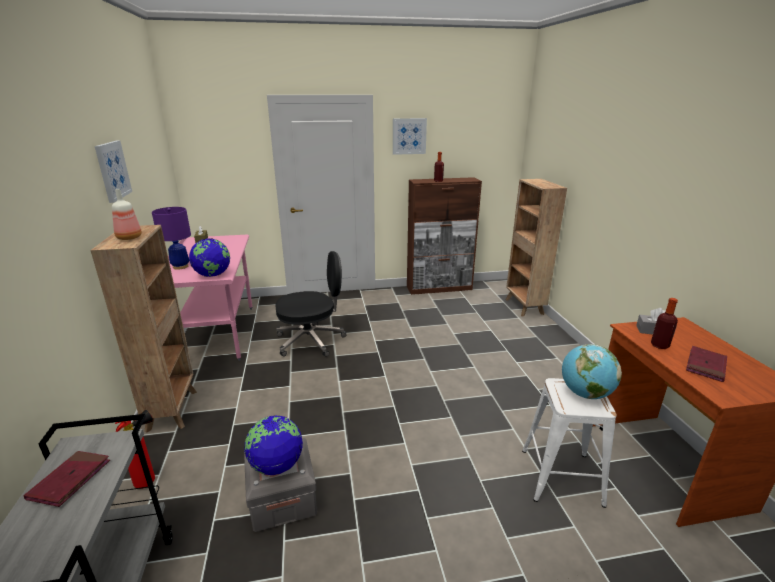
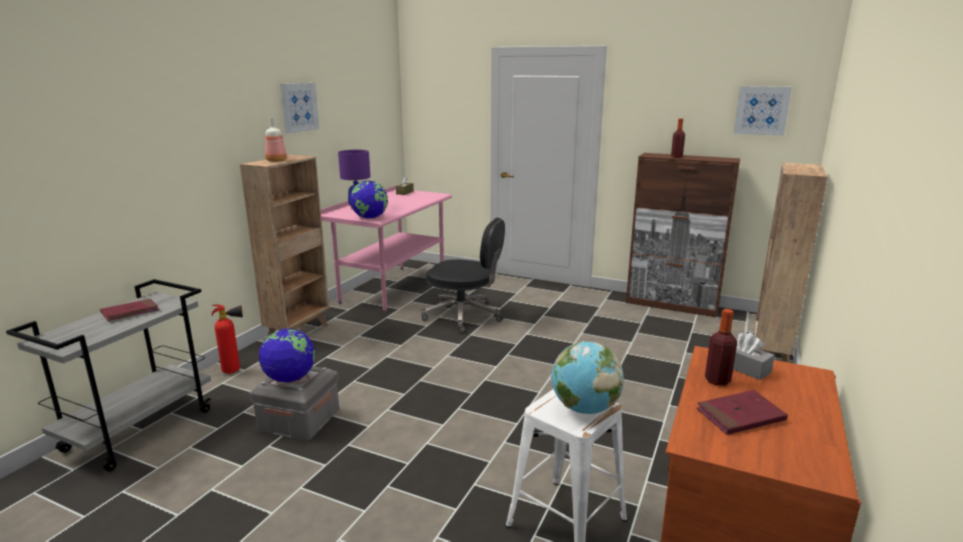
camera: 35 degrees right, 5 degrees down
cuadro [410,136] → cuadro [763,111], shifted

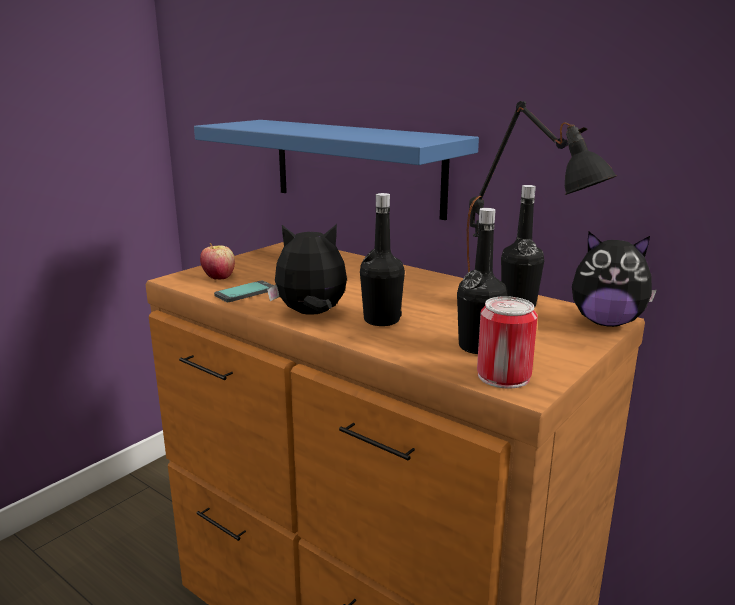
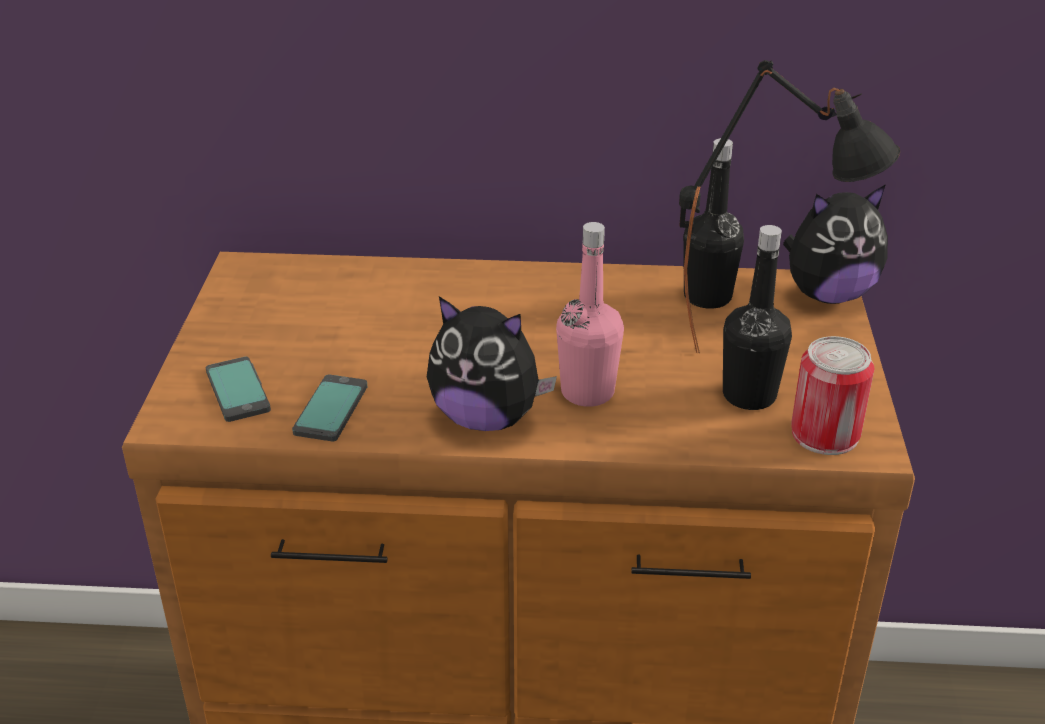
camera: 35 degrees left, 15 degrees up
estante/azul [336,170] → -
botella/negro [382,259] → botella/rosa [590,314]
peluche [307,269] → peluche [492,363], 120 degrees counterclockwise
manzana [217,261] → móvil [238,389]

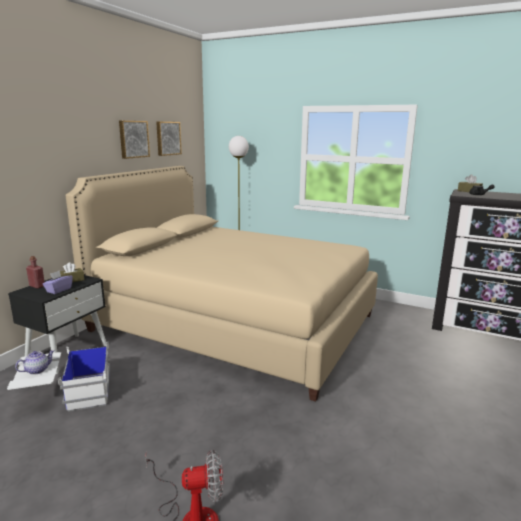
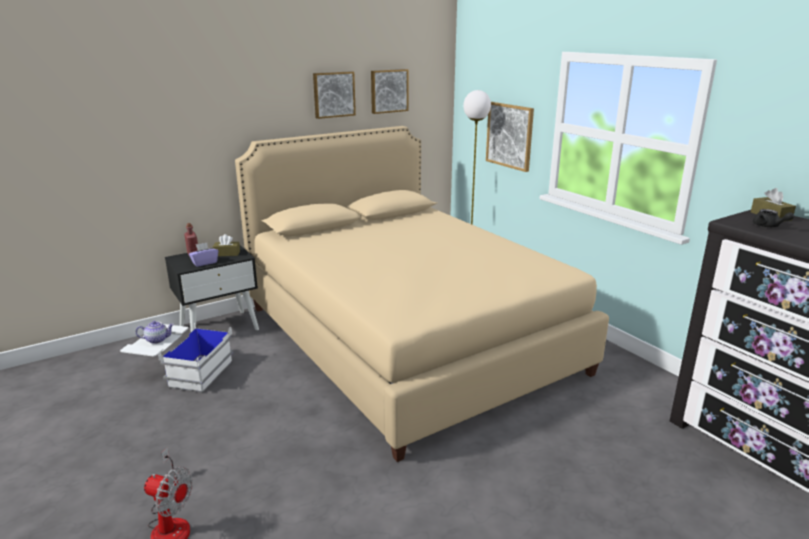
camera: 30 degrees right, 5 degrees up
- → cuadro [510,137]

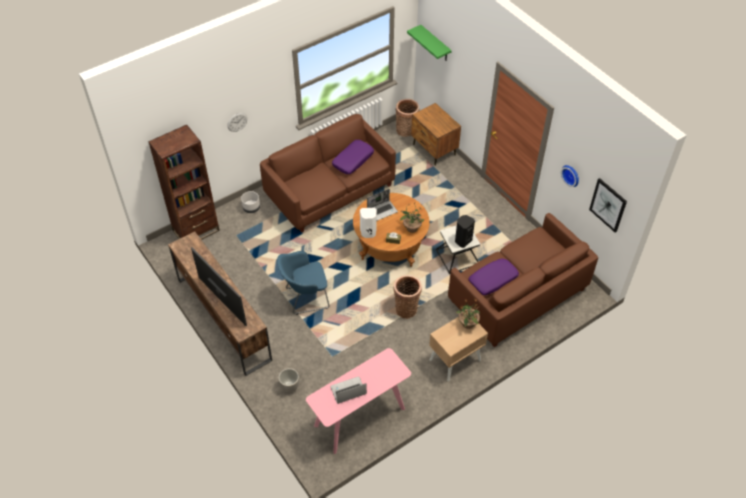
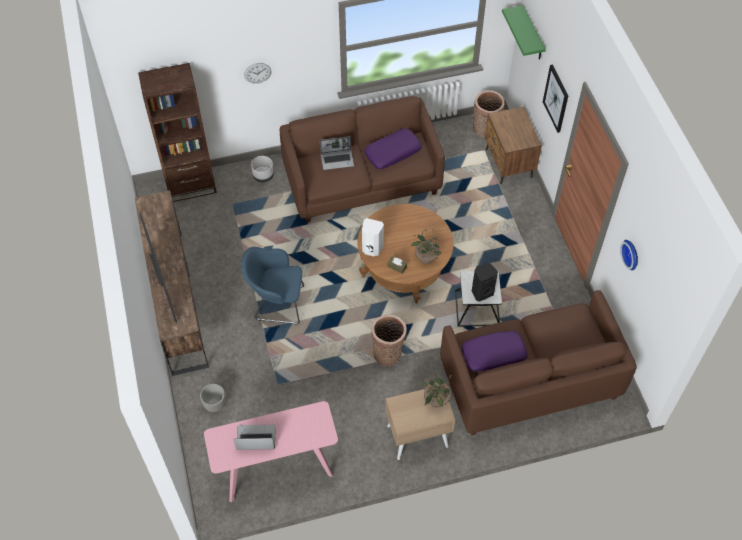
camera: 20 degrees right, 5 degrees up
cuadro [608,205] → cuadro [555,99], shifted
portátil [382,205] → portátil [337,153], shifted

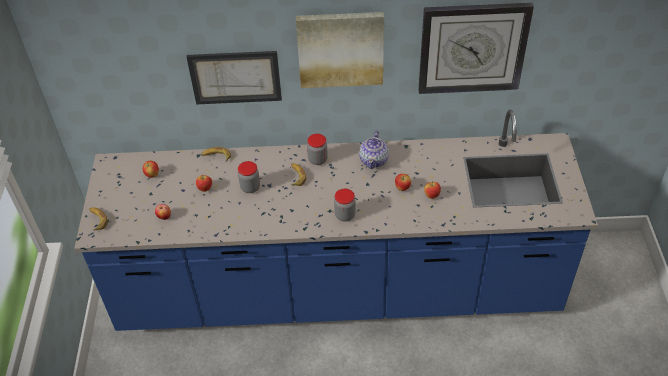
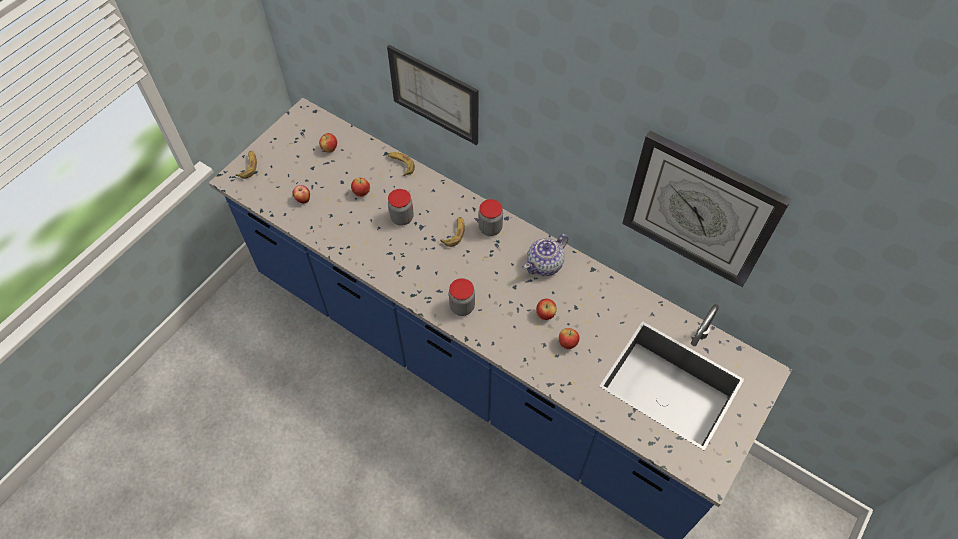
camera: 35 degrees right, 10 degrees up
cuadro [340,50] → -

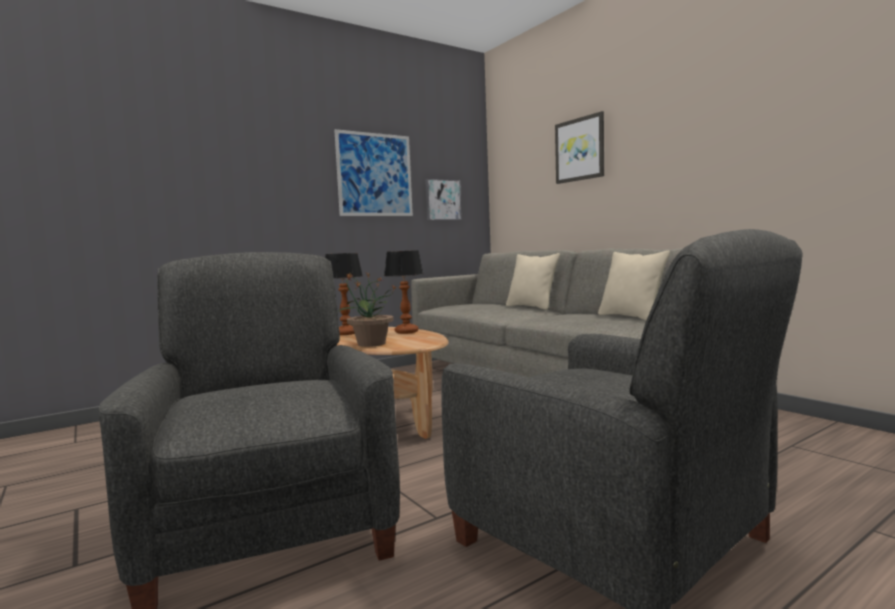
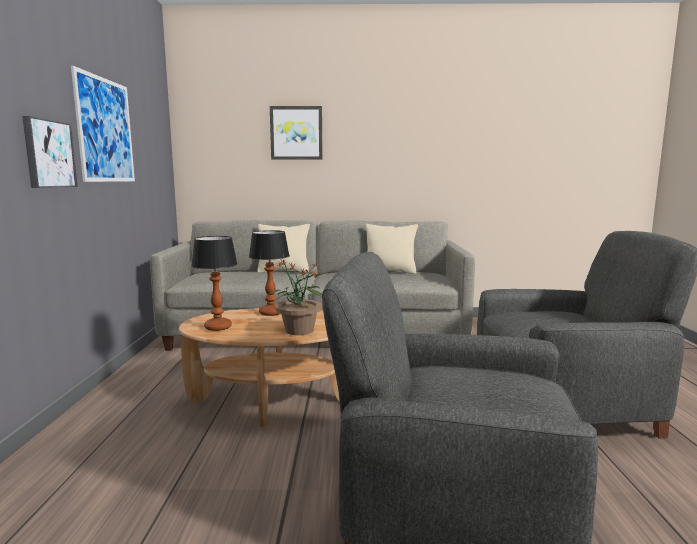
camera: 55 degrees left, 5 degrees up
cuadro [443,199] → cuadro [50,152], shifted

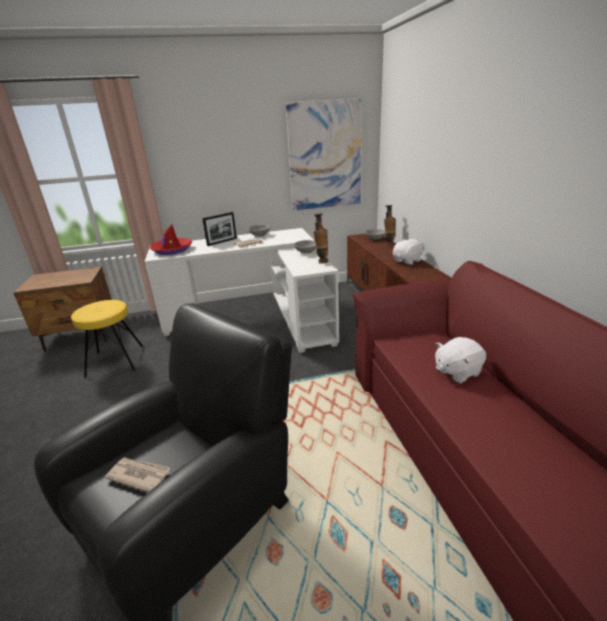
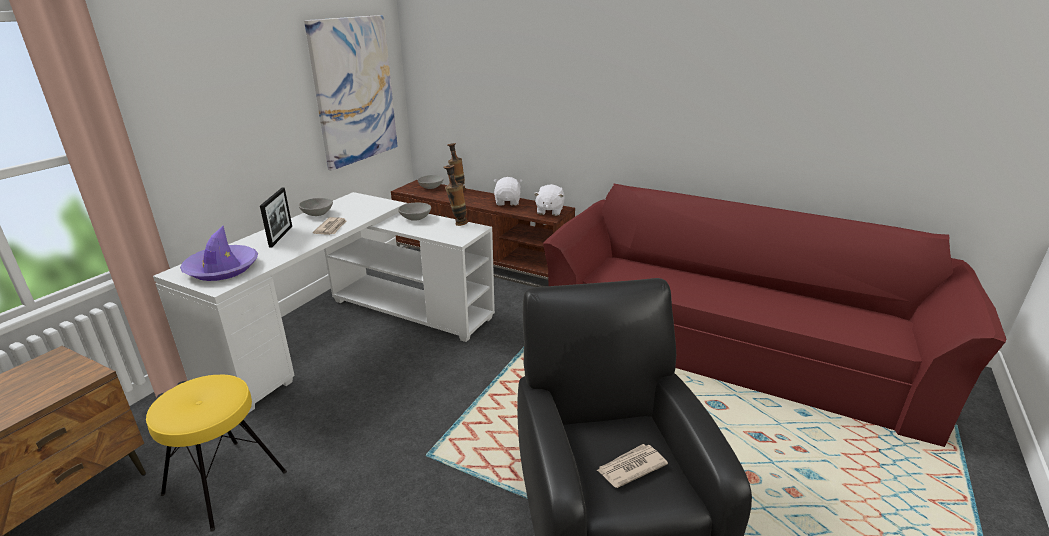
camera: 50 degrees left, 0 degrees up
sombrero/rojo [170,239] → sombrero/morado [219,253]
peluche/blanco [461,360] → peluche/blanco [549,200], shifted

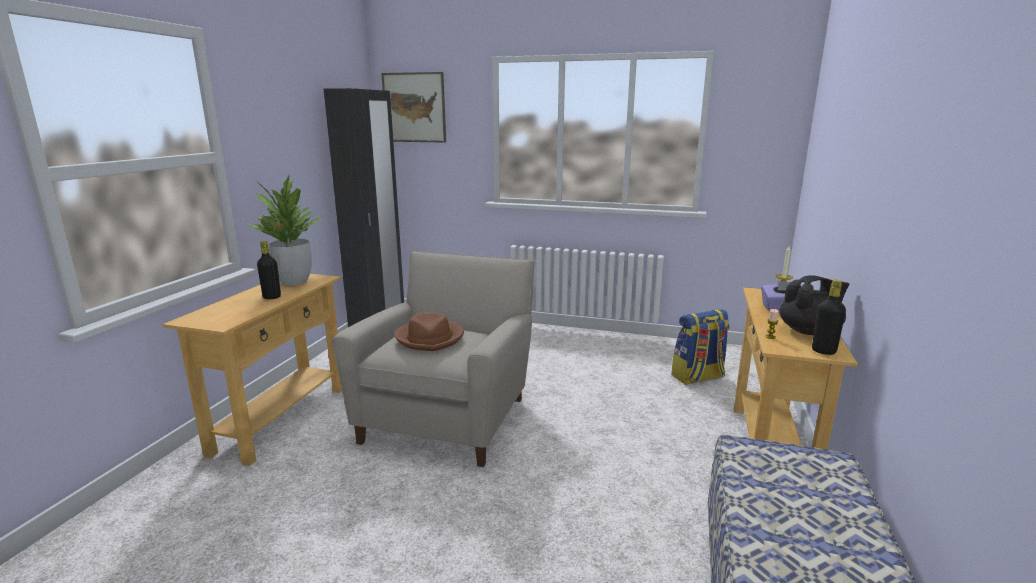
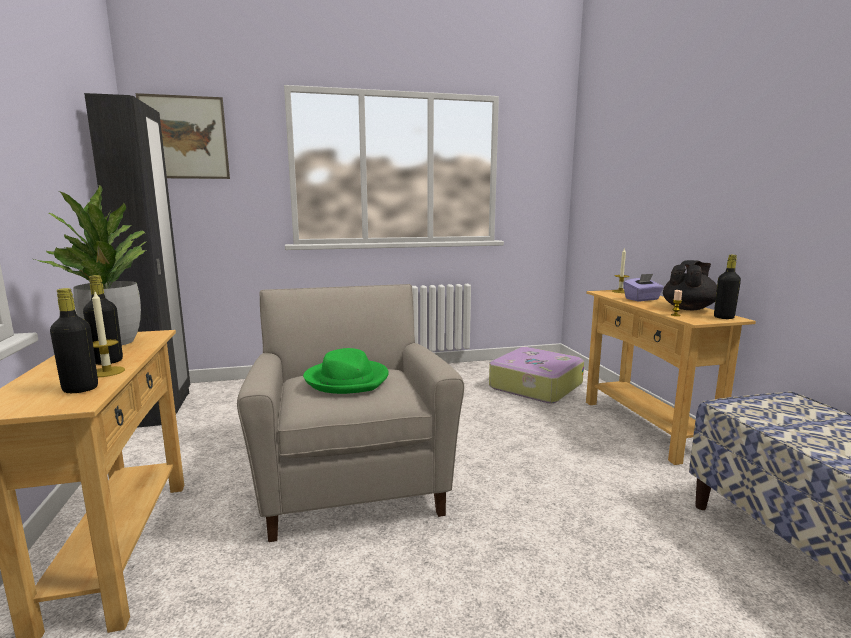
camera: 30 degrees left, 5 degrees down
mochila [701,347] → maleta [536,375]
sombrero/marrón [429,331] → sombrero/verde [346,371]
- → botella/negro [74,340]
- → vela [108,334]

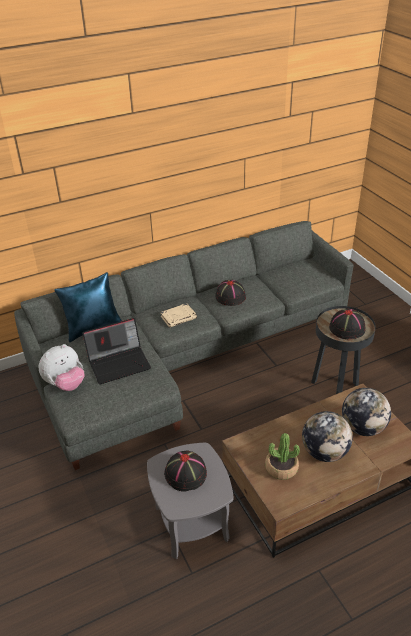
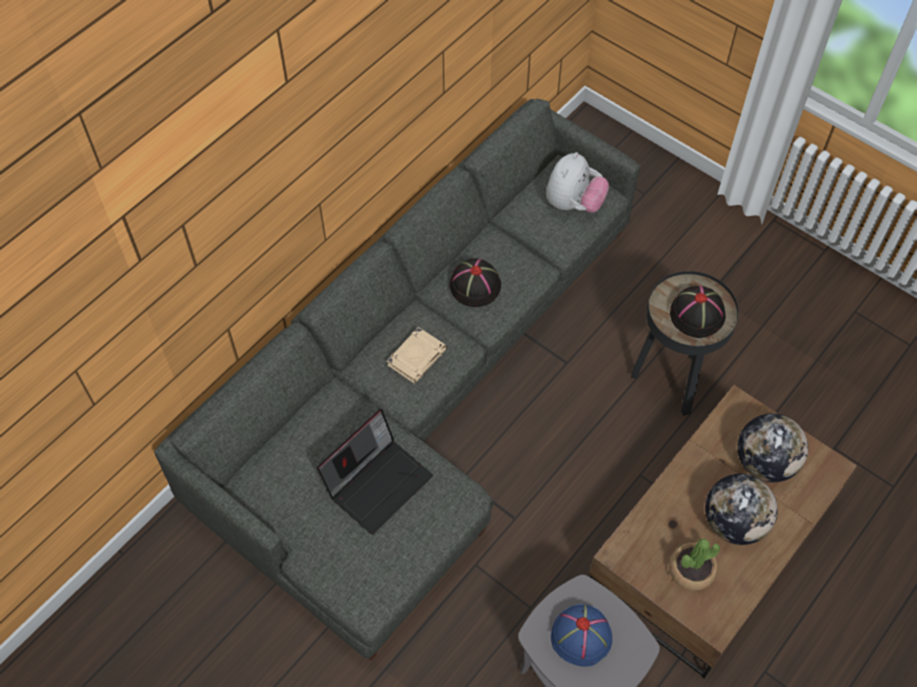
camera: 25 degrees left, 20 degrees up
cojín/azul [88,307] → -
peluche [61,367] → peluche [577,182], shifted
sombrero/negro [185,471] → sombrero/azul [581,635]

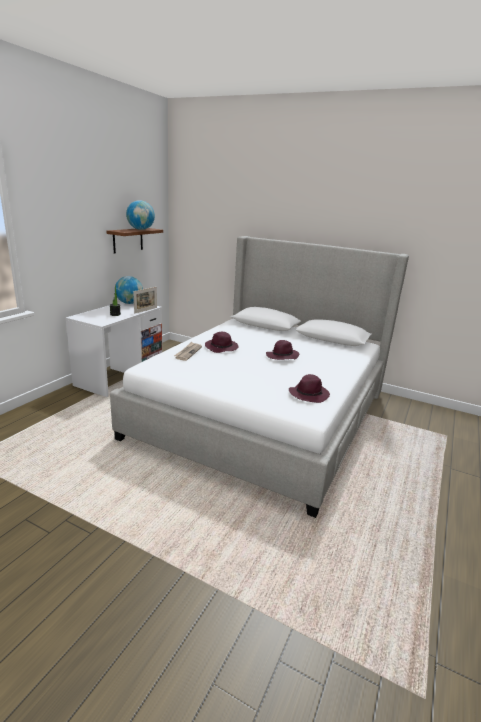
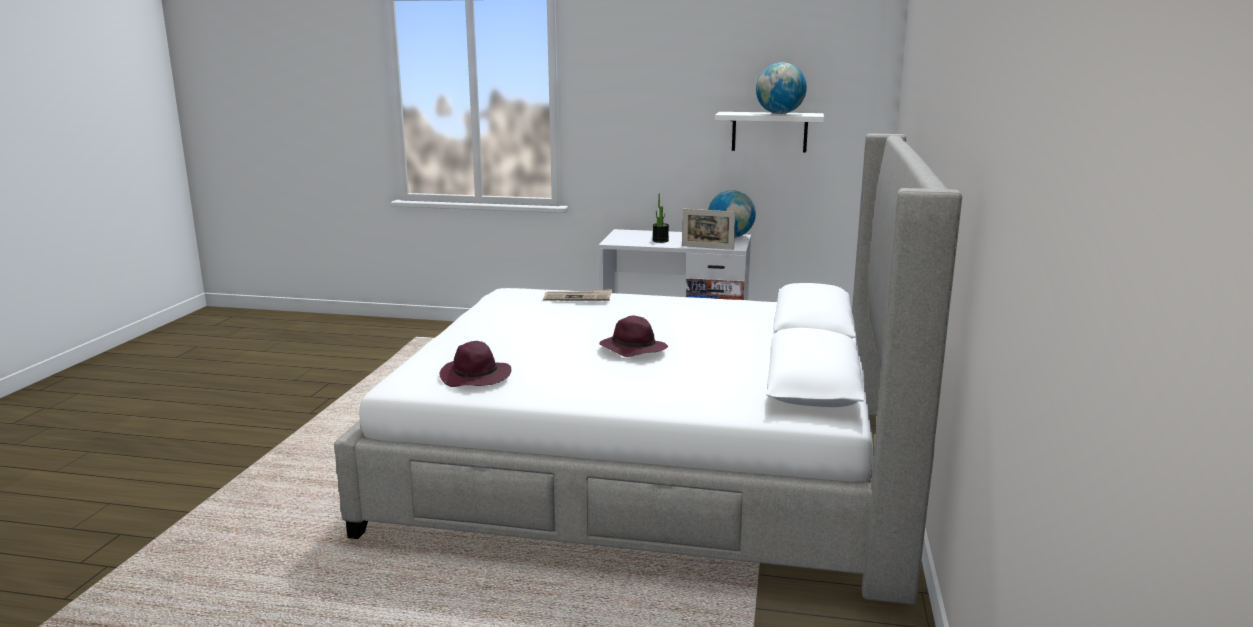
camera: 75 degrees right, 5 degrees down
estante/marrón [134,241] → estante/blanco [769,132]
sombrero/morado [222,342] → -

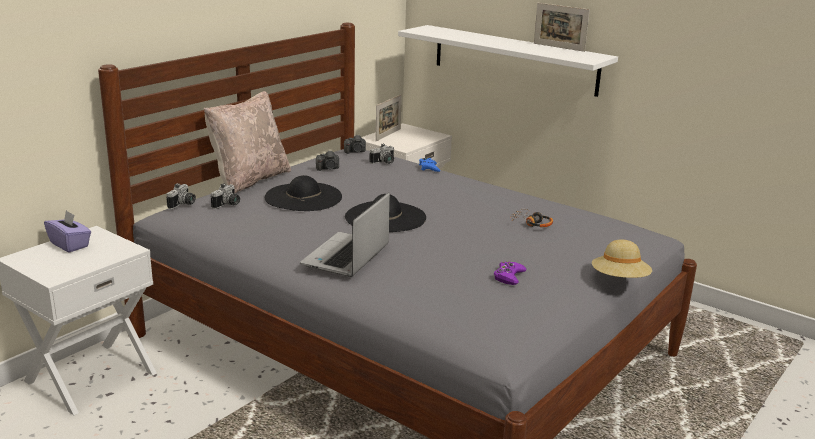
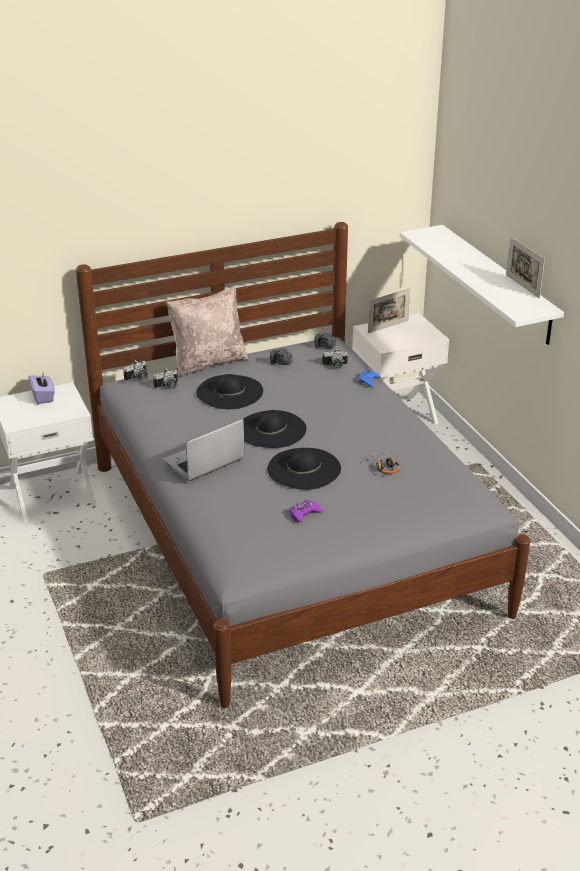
camera: 30 degrees right, 10 degrees up
sombrero/beis [622,259] → -
- → sombrero/negro [304,469]

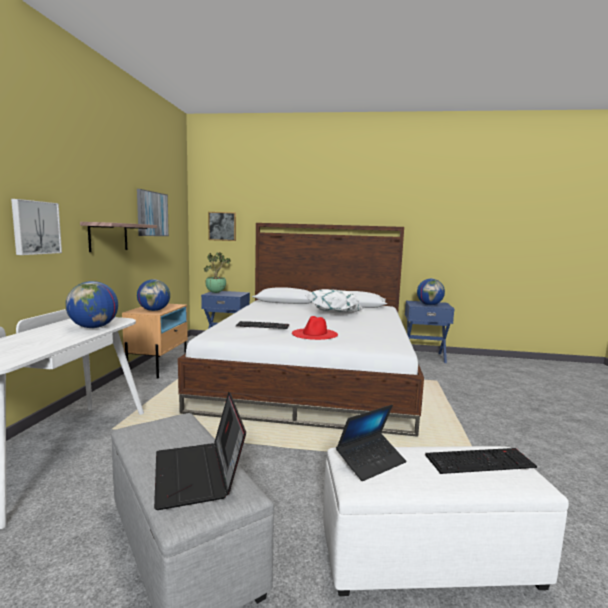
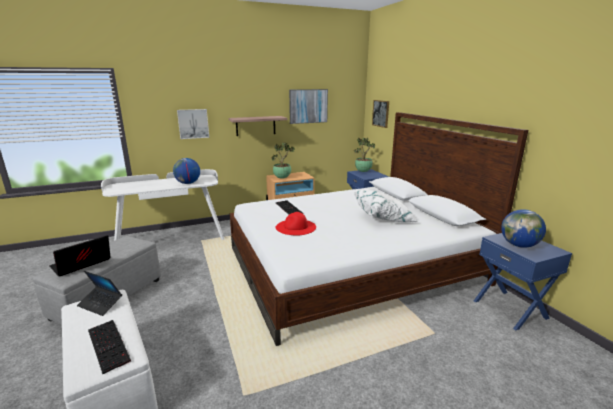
camera: 60 degrees right, 10 degrees up
globo terráqueo [153,295] → planta en maceta [283,160]

